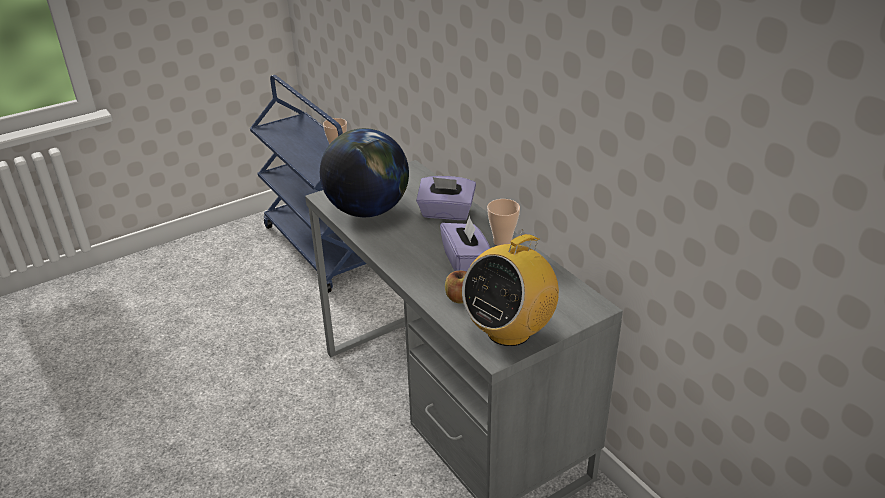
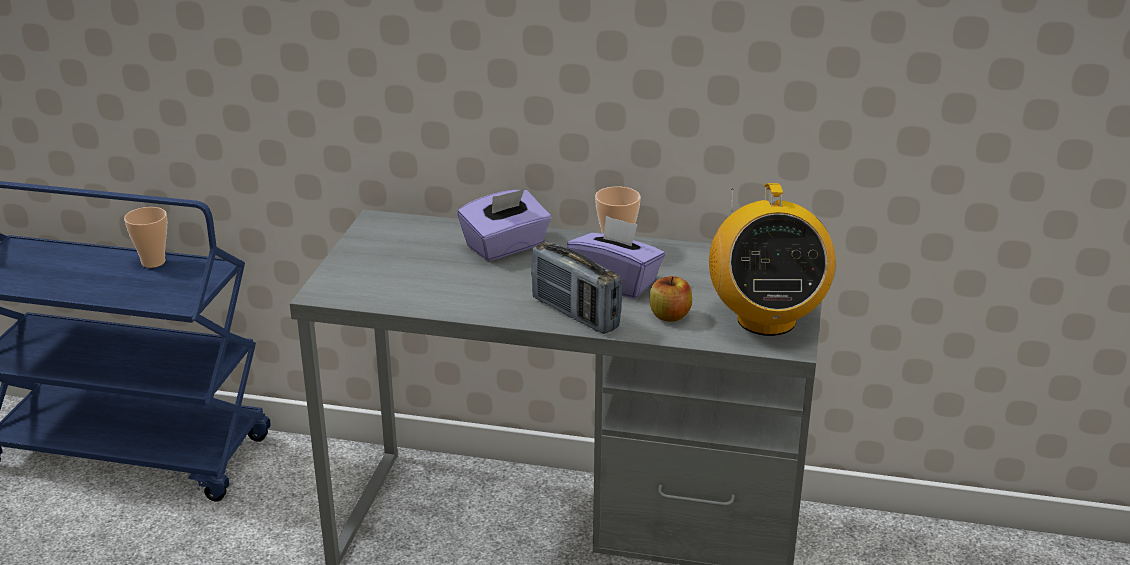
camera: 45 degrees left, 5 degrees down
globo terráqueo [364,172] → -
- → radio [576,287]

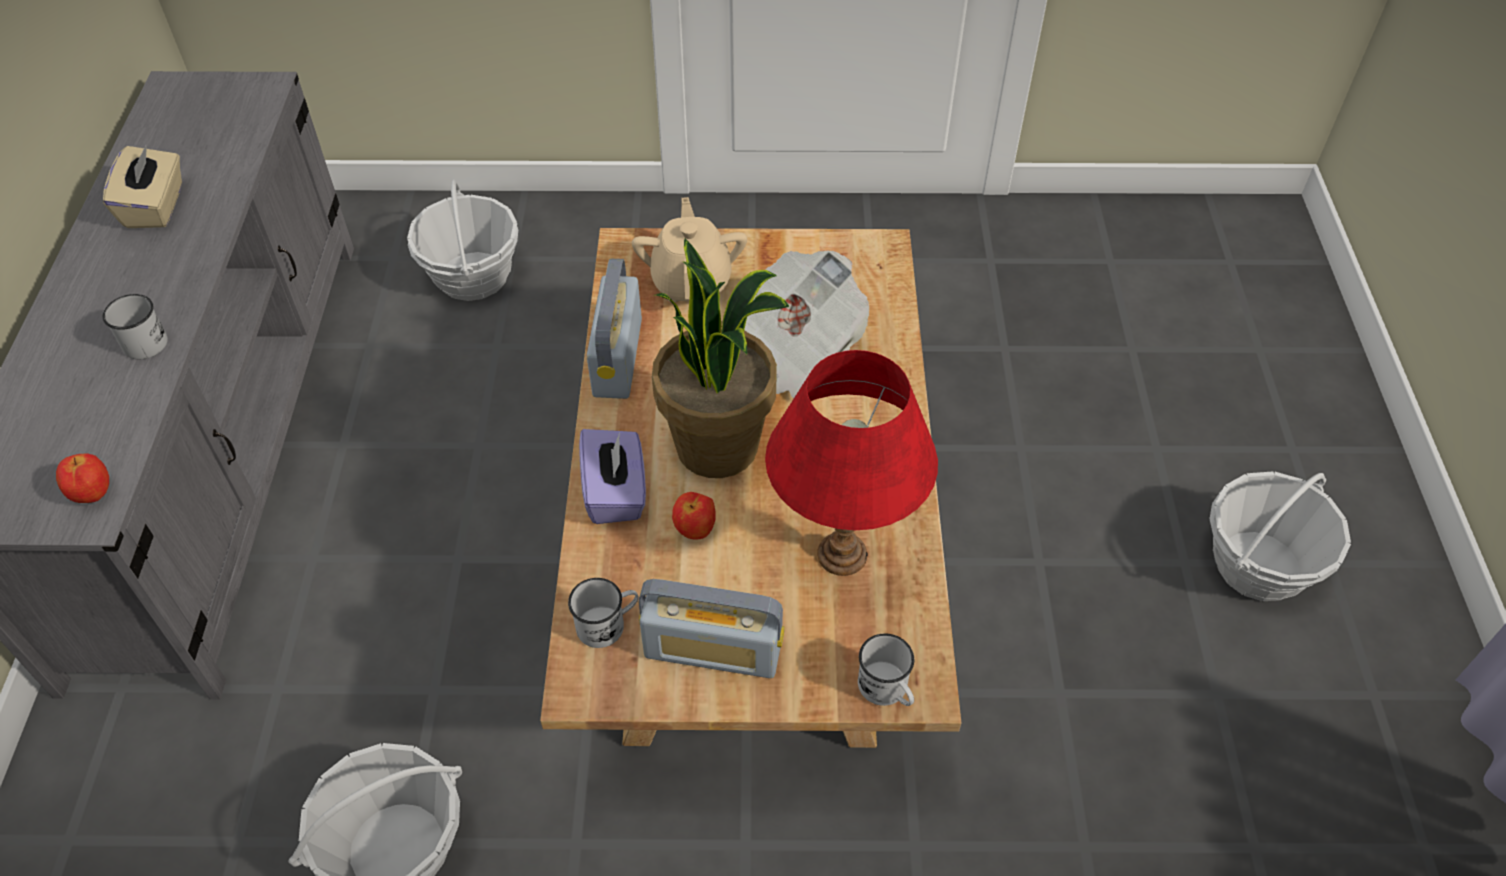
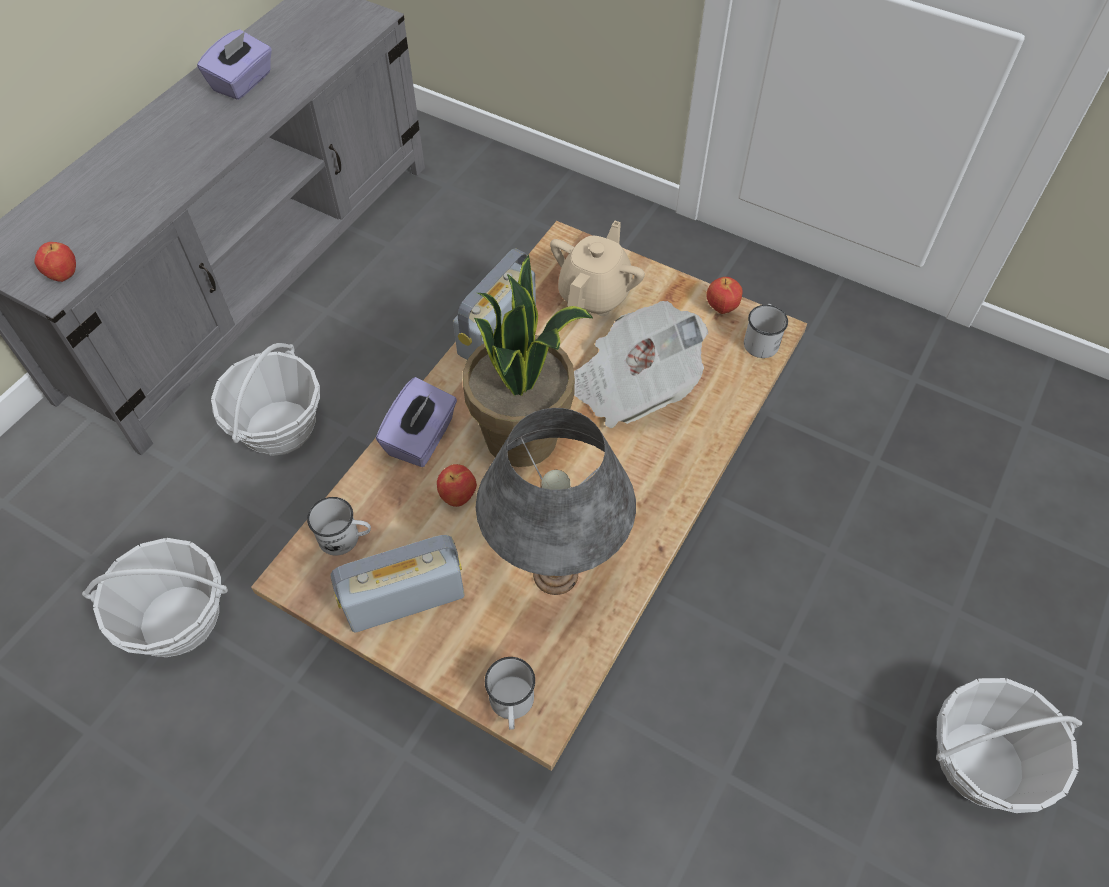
camera: 30 degrees right, 5 degrees up
caja de pañuelos/beis [142,186] → caja de pañuelos/morado [234,64]
cesta [462,240] → cesta [265,399], shifted
taza grande/blanco [135,326] → taza grande/blanco [766,331], shifted
lámpara de mesa/rojo [851,463] → lámpara de mesa/gris [556,501]
radio [712,628] → radio [397,584], 120 degrees clockwise
- → manzana [724,295]

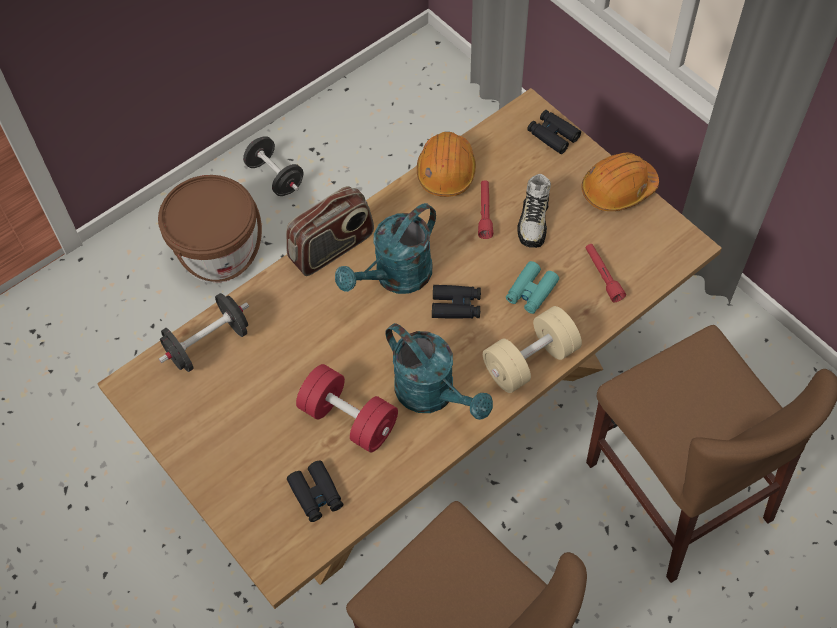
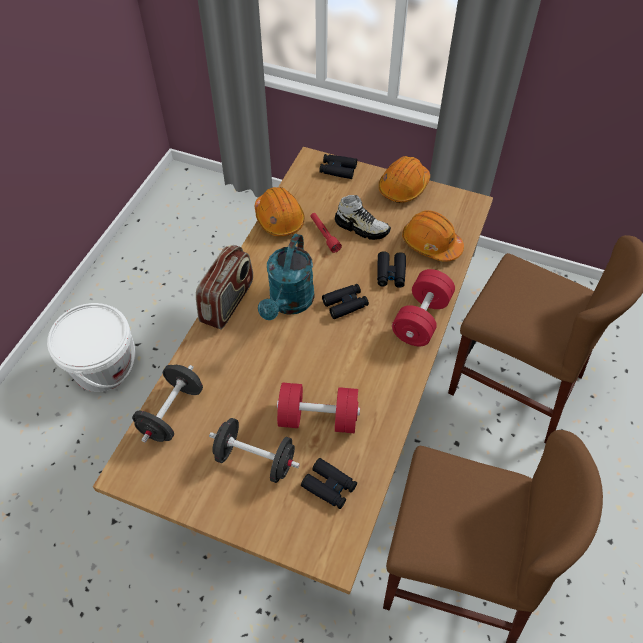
camera: 30 degrees left, 5 degrees down
mancuerna/negro [273,166] → mancuerna/negro [254,450], shifted
zapato [534,211] → zapato [363,217], 45 degrees counterclockwise
cubo/marrón [210,229] → cubo/blanco [91,347]
linterna/rojo [605,273] → casco/naranja [433,236]
prismáticos/turquesa [532,287] → prismáticos/negro [391,269]
mancuerna/beis [532,349] → mancuerna/rojo [423,307]
regadera/turquesa [439,371] → -

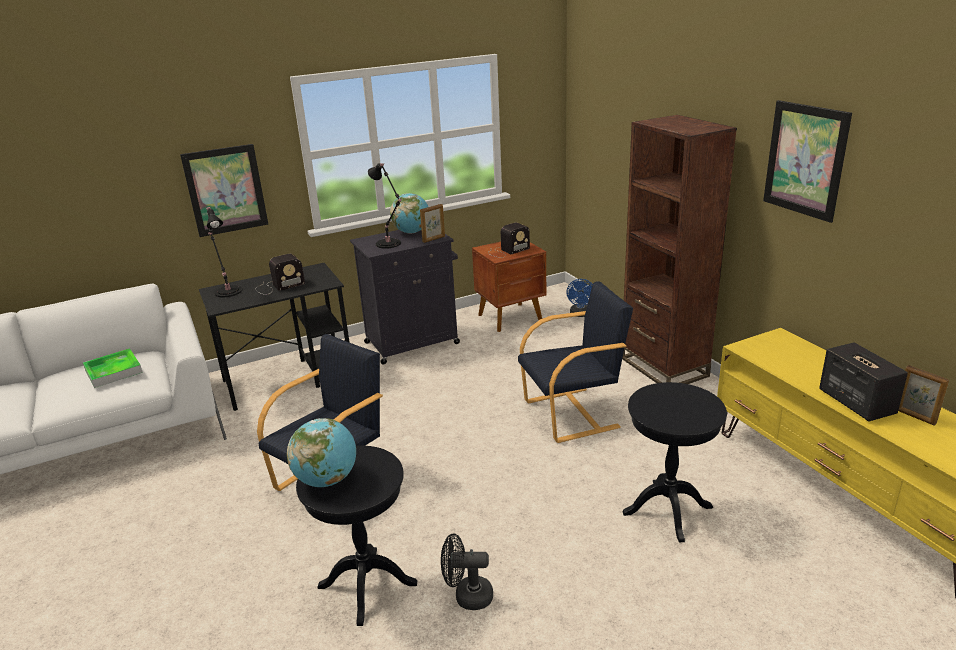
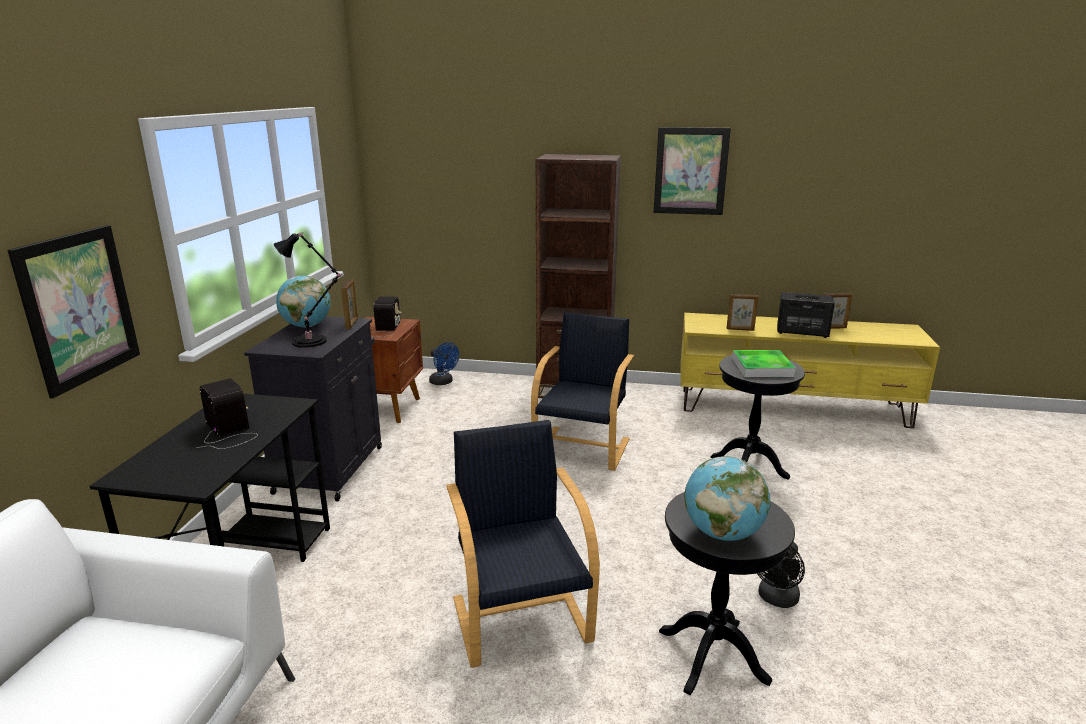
camera: 55 degrees left, 5 degrees down
lámpara de mesa/negro [224,252] → -
radio [280,274] → radio [227,413], 45 degrees counterclockwise
bandeja [113,368] → bandeja [763,363], shifted
- → portarretratos [743,312]

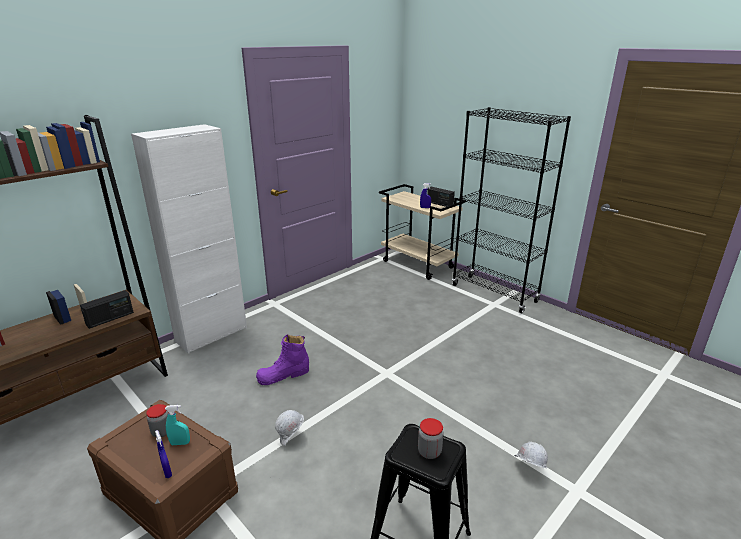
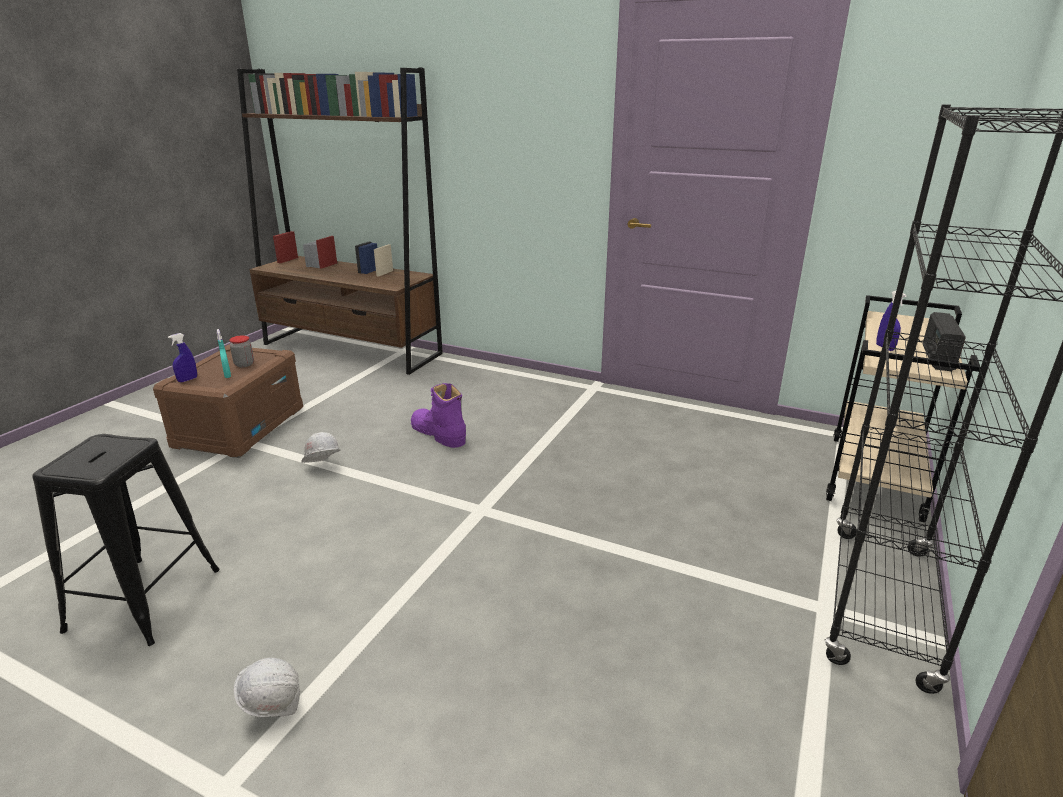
camera: 70 degrees right, 0 degrees up
armario/blanco [189,239] → -
radio [107,309] → -
tarro [431,438] → -

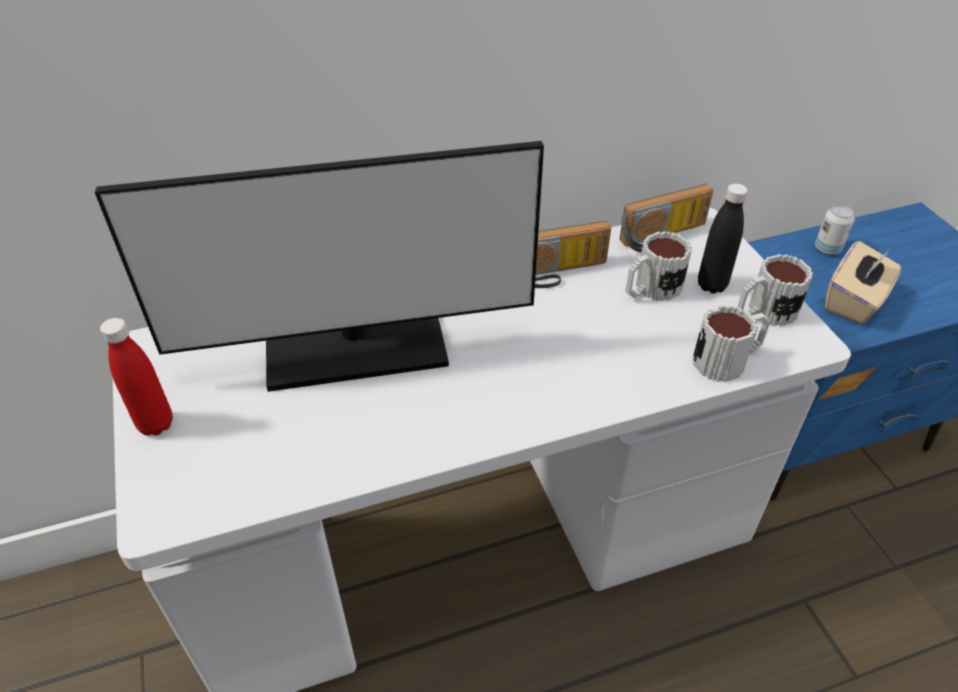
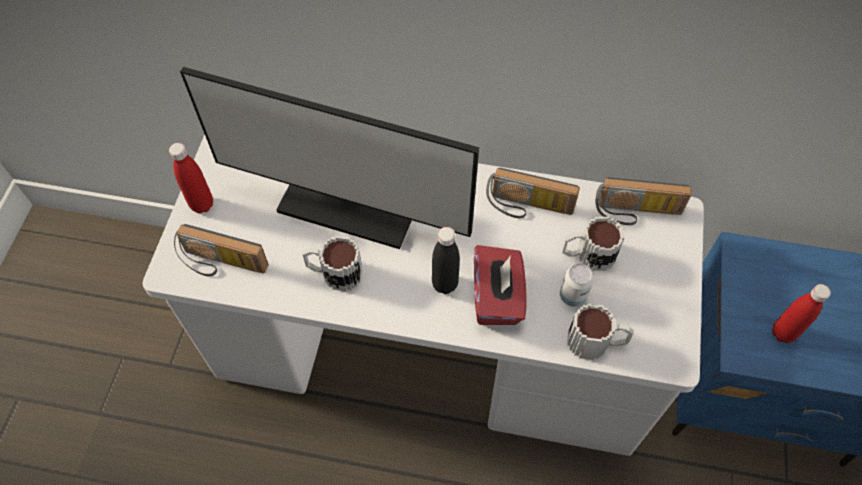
camera: 30 degrees right, 15 degrees up
botella/negro [723,238] → botella/negro [446,260], shifted
lata [835,229] → lata [577,285], shifted
caja de pañuelos/beis [863,283] → botella/rojo [801,313]
taza grande [775,290] → taza grande [332,263], shifted
- → radio [221,250]
- → caja de pañuelos/rojo [500,285]

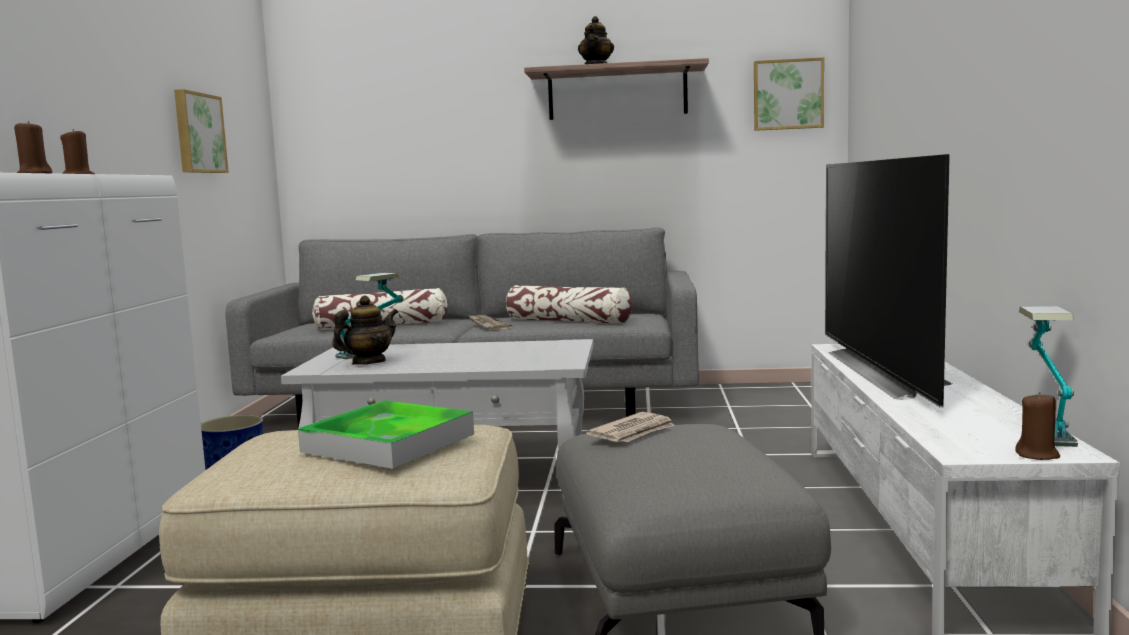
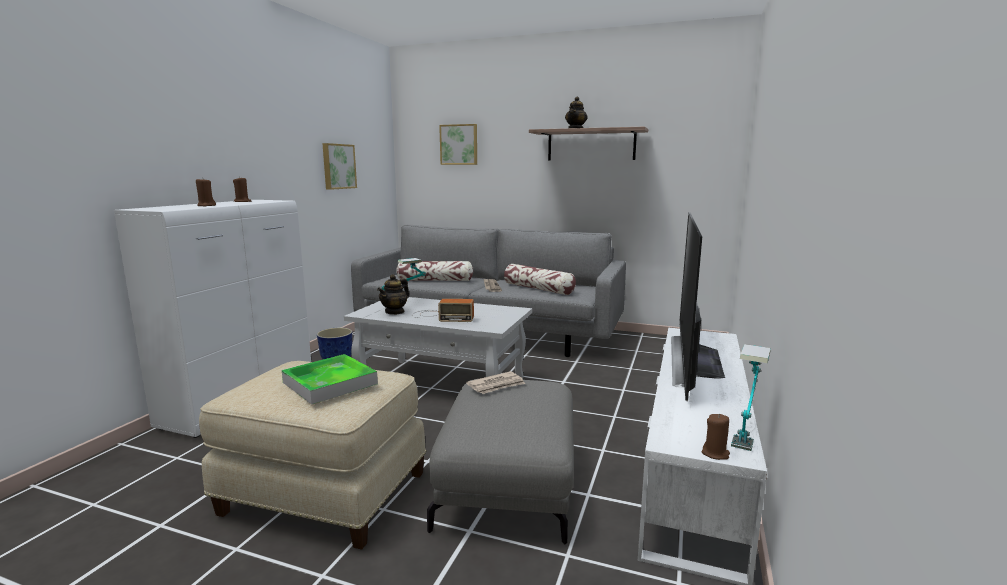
camera: 15 degrees right, 5 degrees up
cuadro [789,94] → cuadro [458,144], shifted
tetera [365,330] → tetera [393,294], 150 degrees clockwise
- → radio [443,310]

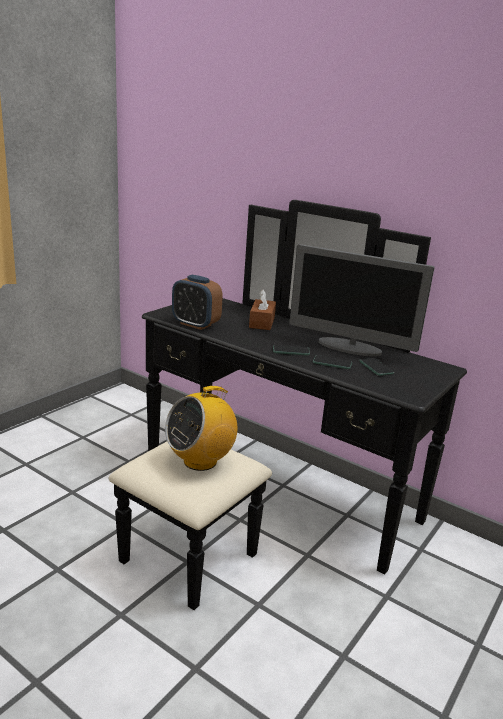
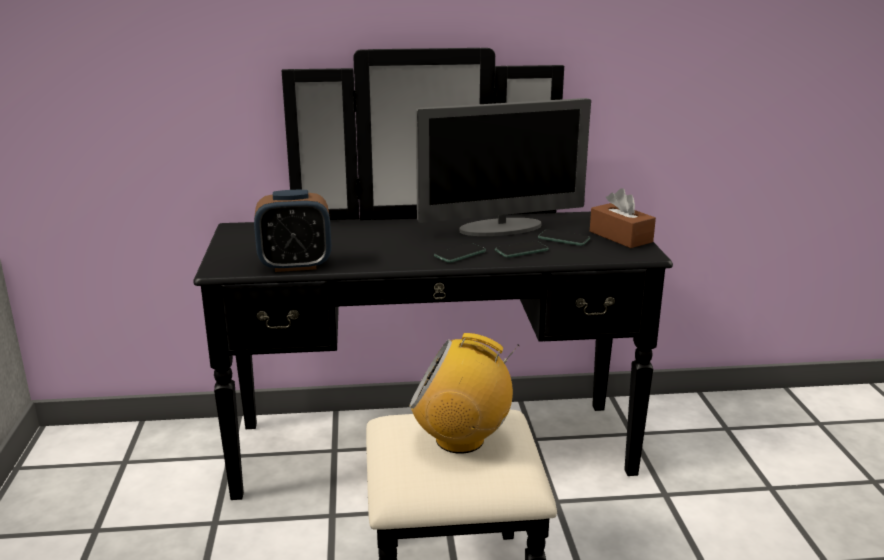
camera: 40 degrees left, 0 degrees up
caja de pañuelos/marrón [262,309] → caja de pañuelos/marrón [623,218], shifted
radio [201,428] → radio [464,393], 90 degrees clockwise

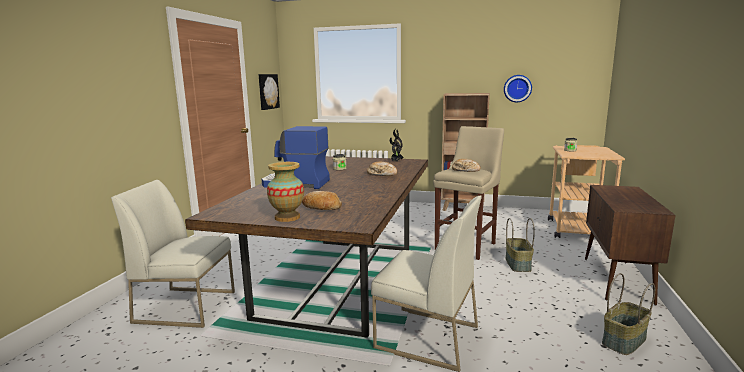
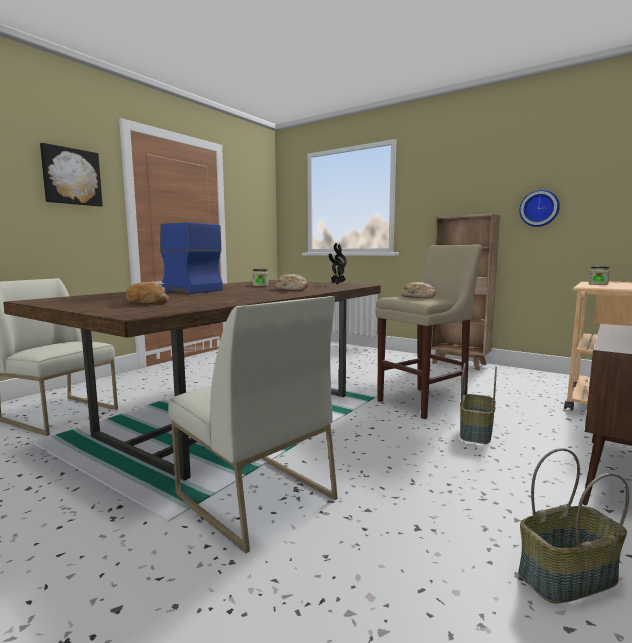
camera: 20 degrees right, 5 degrees down
cuadro [269,92] → cuadro [71,175], shifted
florero [285,192] → -

